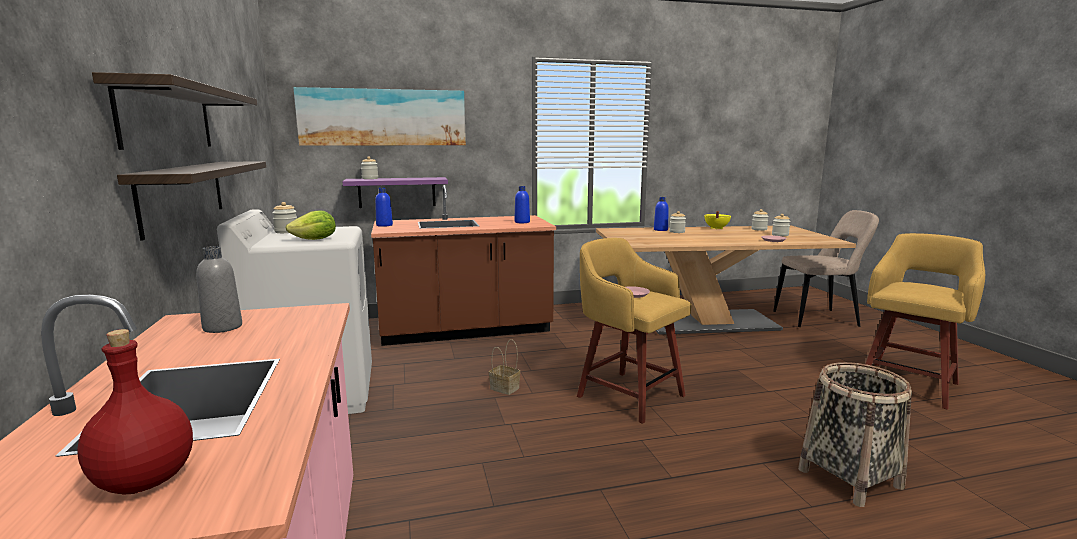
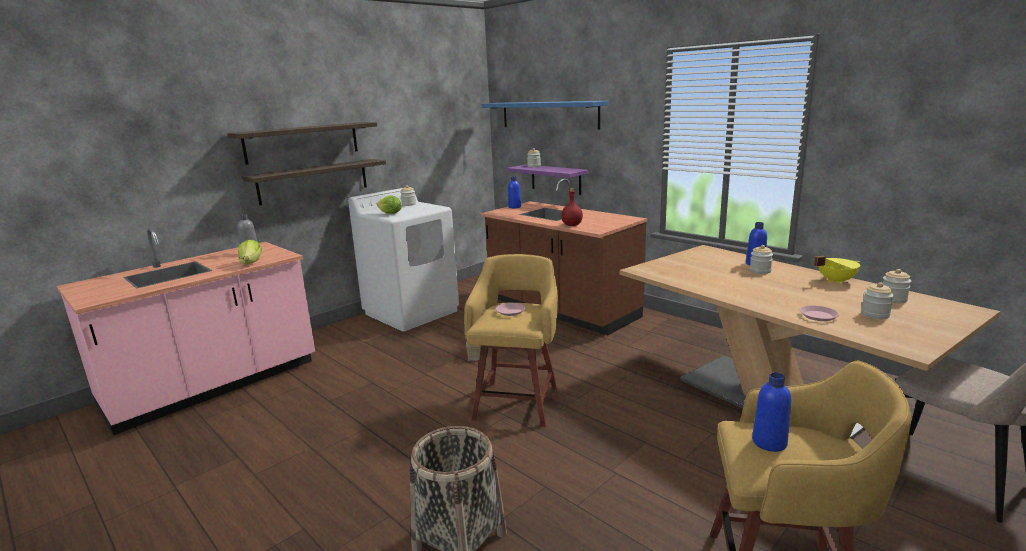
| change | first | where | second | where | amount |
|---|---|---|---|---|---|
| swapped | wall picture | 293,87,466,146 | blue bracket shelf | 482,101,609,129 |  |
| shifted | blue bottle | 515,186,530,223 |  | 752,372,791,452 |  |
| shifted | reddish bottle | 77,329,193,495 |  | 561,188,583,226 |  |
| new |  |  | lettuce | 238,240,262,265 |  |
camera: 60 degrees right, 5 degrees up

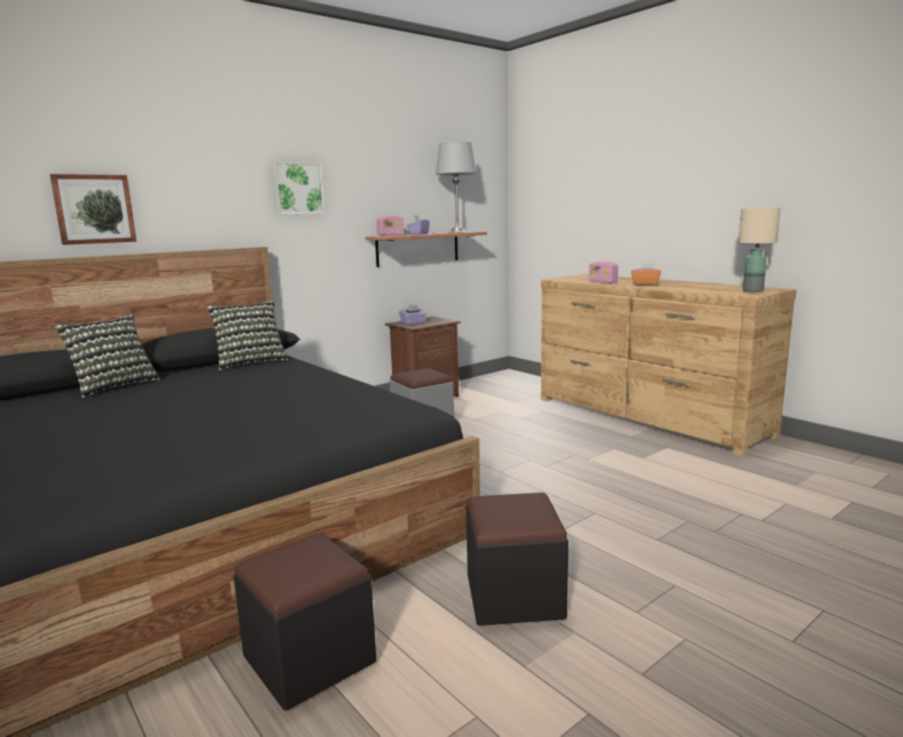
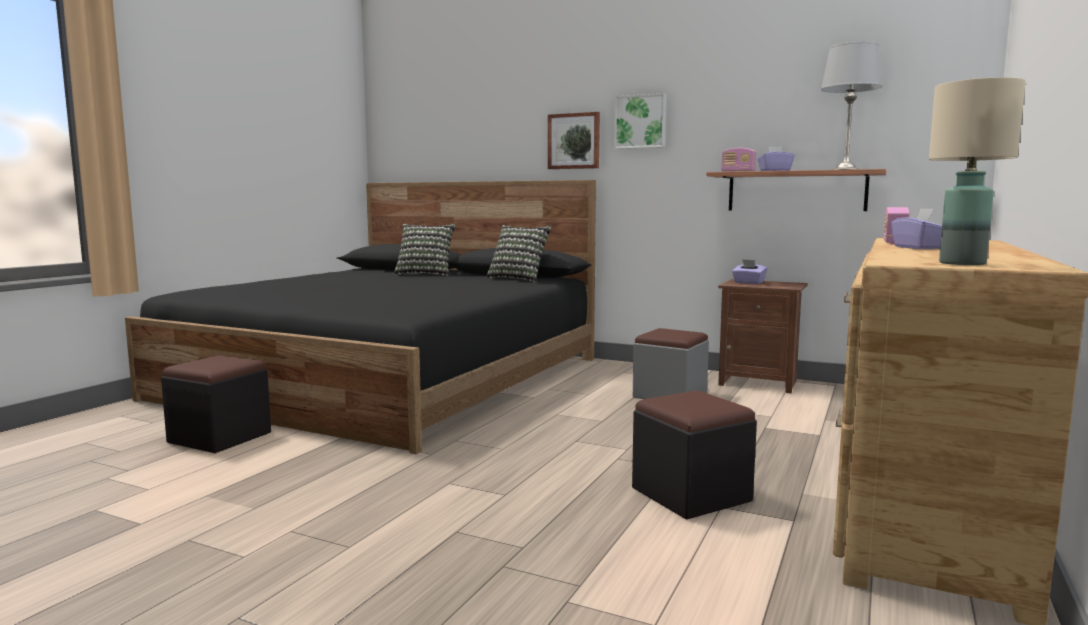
| change | first | where | second | where | amount |
|---|---|---|---|---|---|
| shifted | wall picture | 50,174,137,245 |  | 548,112,600,169 |  |
| repainted | orangey box of tissues | 631,262,661,285 | purplish box of tissues | 891,208,942,249 |  |
| shifted | black ottoman | 466,492,568,626 |  | 632,390,757,520 |  |
camera: 65 degrees right, 5 degrees down

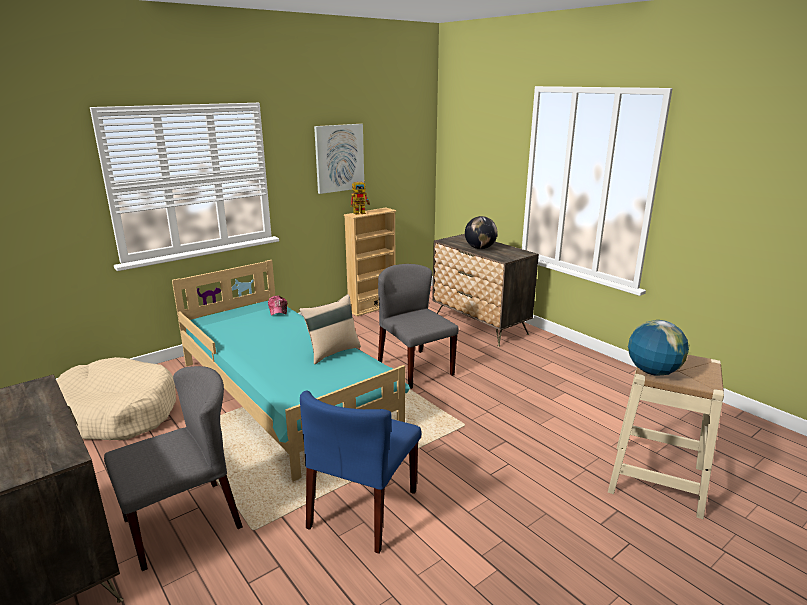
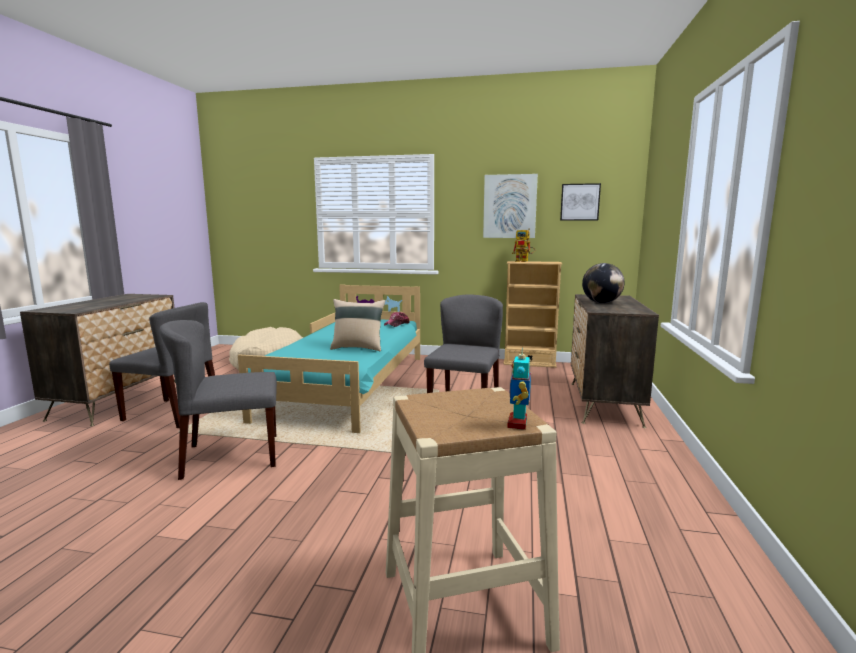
| change | first | where | second | where | amount |
|---|---|---|---|---|---|
| gone | globe | 628,320,689,376 |  |  |  |
| repainted | blue chair | 300,391,422,554 | greyish chair | 159,320,277,480 |  |
| new |  |  | wall picture | 560,183,601,221 |  |
| new |  |  | toy robot | 507,346,531,430 |  |
camera: 50 degrees right, 10 degrees down

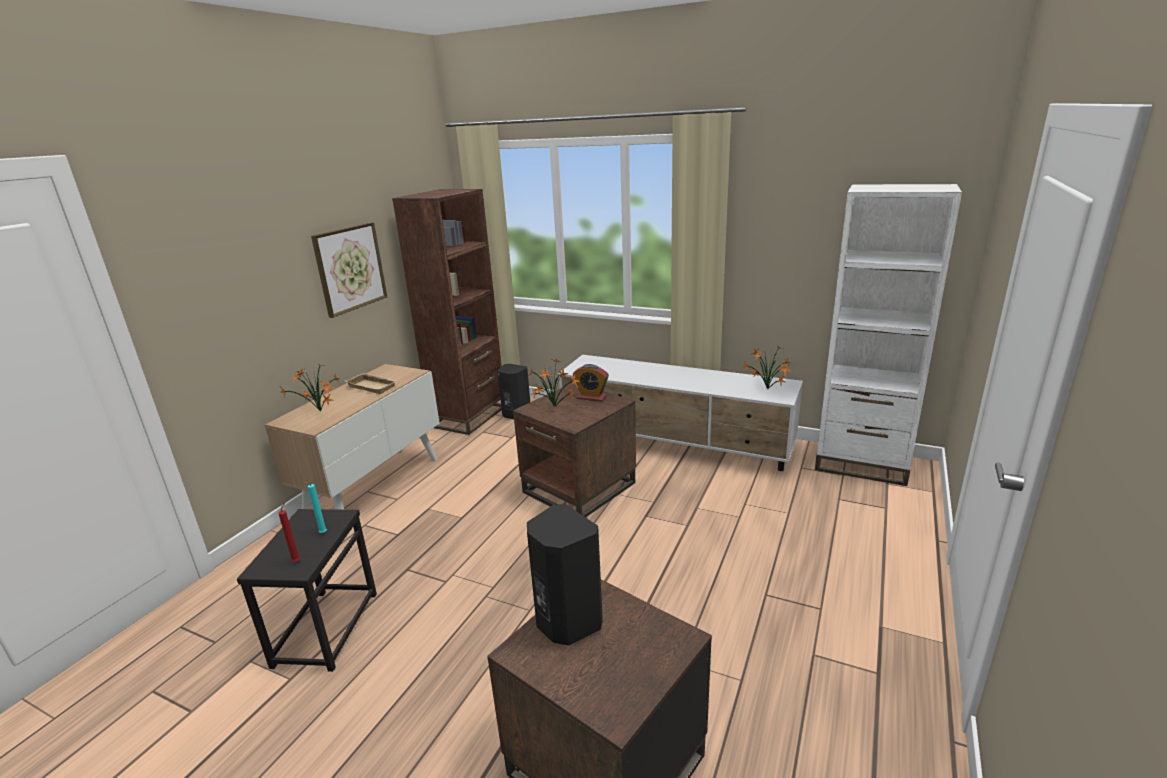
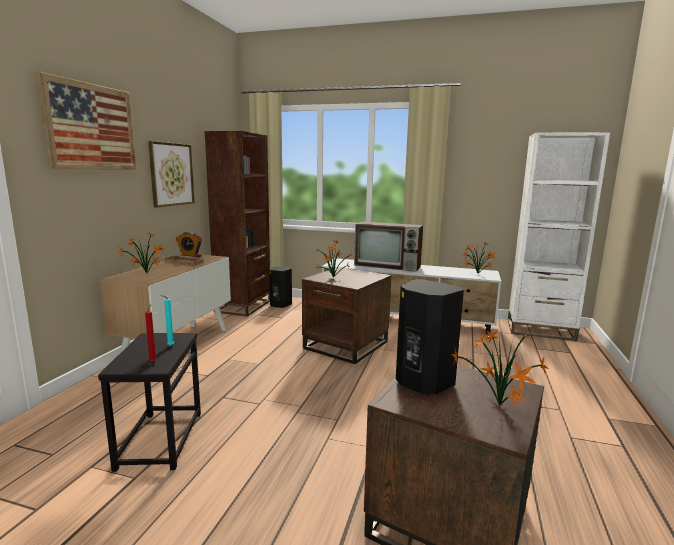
| change | first | where | second | where | amount |
|---|---|---|---|---|---|
| shifted | table clock | 573,364,609,402 |  | 176,232,202,258 |  |
| new |  |  | wall picture | 36,71,137,170 |  |
| new |  |  | TV | 354,221,423,272 |  |
| new |  |  | houseplant | 451,330,549,406 |  |
camera: 10 degrees left, 10 degrees down

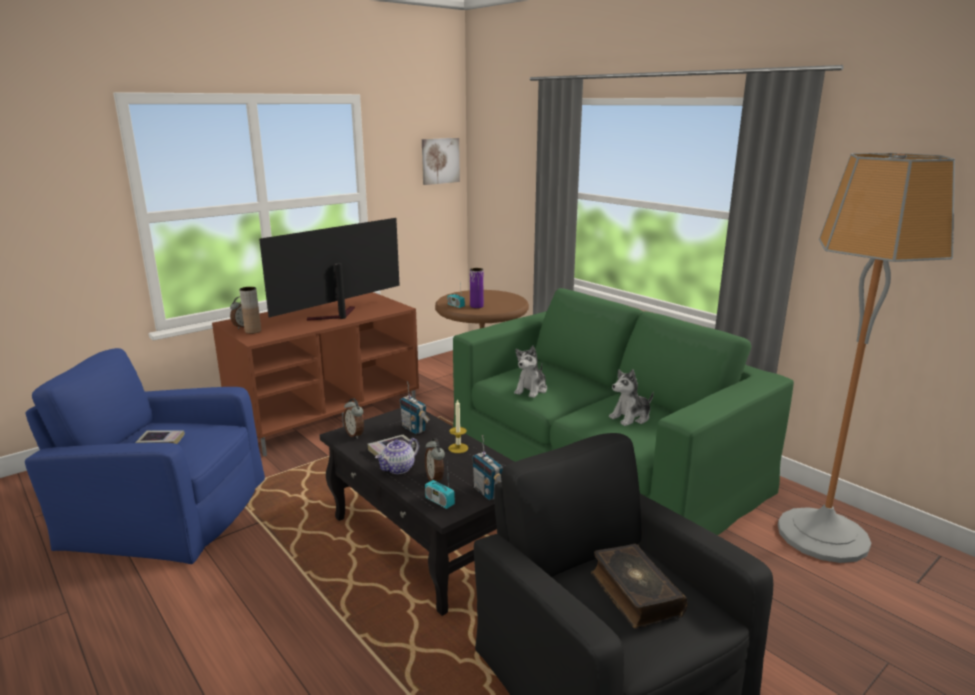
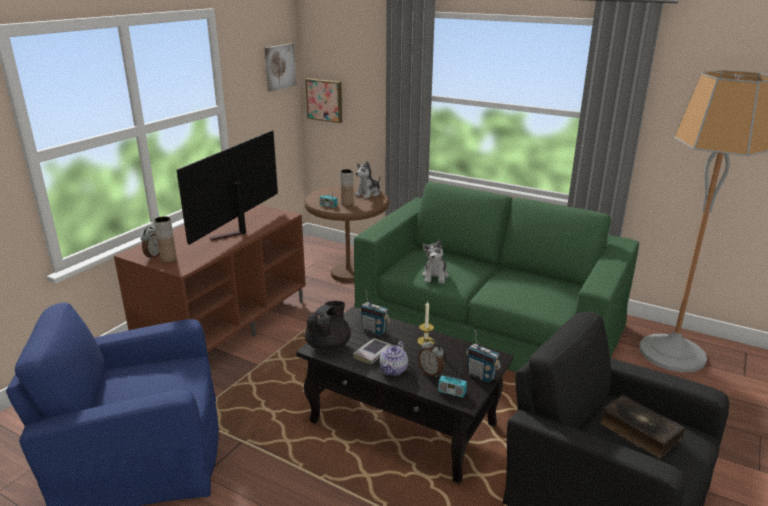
| change | first | where | second | where | amount |
|---|---|---|---|---|---|
| repainted | purplish decorative vase | 470,268,484,308 | brown-coloured decorative vase | 340,169,354,206 |  |
| shifted | plush toy | 609,369,653,426 |  | 355,161,380,199 |  |
| swapped | table clock | 343,398,364,439 | black teapot | 305,301,351,351 |  |
| gone | volume | 135,431,185,444 |  |  |  |
| new |  |  | wall picture | 305,78,342,123 |  |
camera: 20 degrees left, 5 degrees up

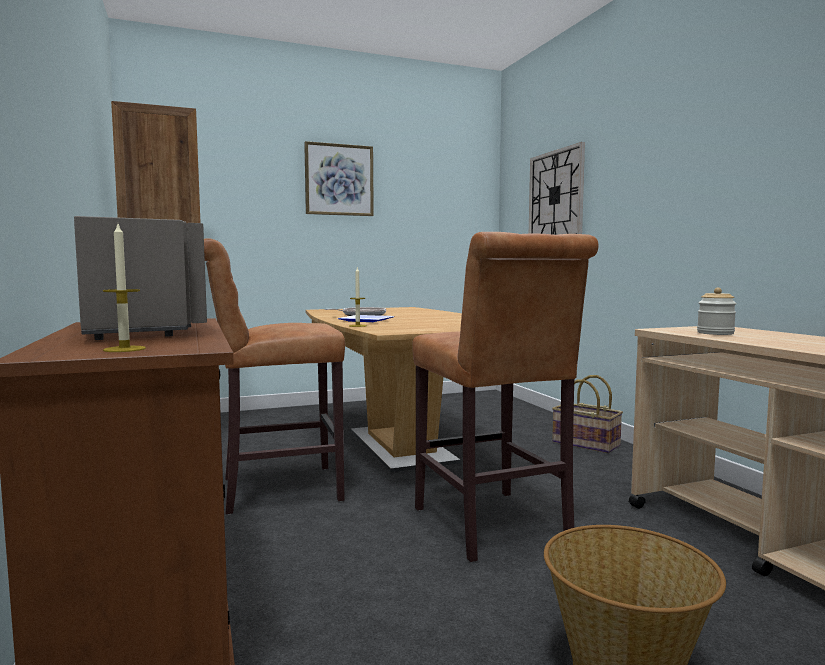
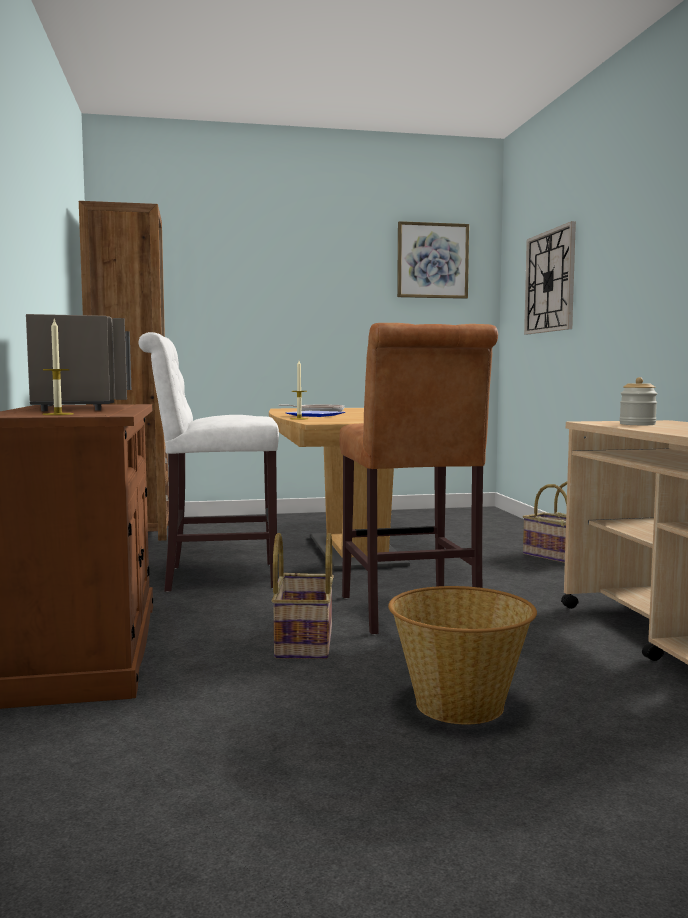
| change | first | where | second | where | amount |
|---|---|---|---|---|---|
| shifted | wall picture | 304,141,374,216 |  | 397,221,469,299 |  |
| repainted | brown-coloured stool | 204,238,345,515 | whitish stool | 139,332,279,592 |  |
| new |  |  | storage basket | 272,533,334,659 |  |
camera: 10 degrees right, 0 degrees up

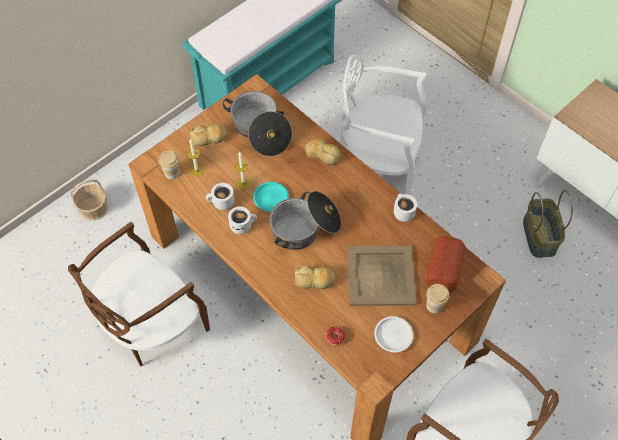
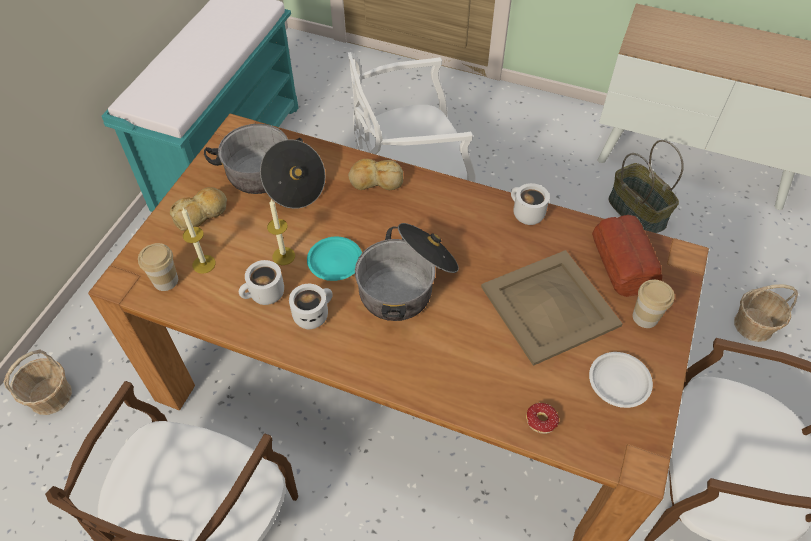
| change | first | where | second | where | amount |
|---|---|---|---|---|---|
| gone | bread | 295,265,335,289 |  |  |  |
| new |  |  | storage basket | 734,284,798,342 |  |
camera: 25 degrees left, 5 degrees down

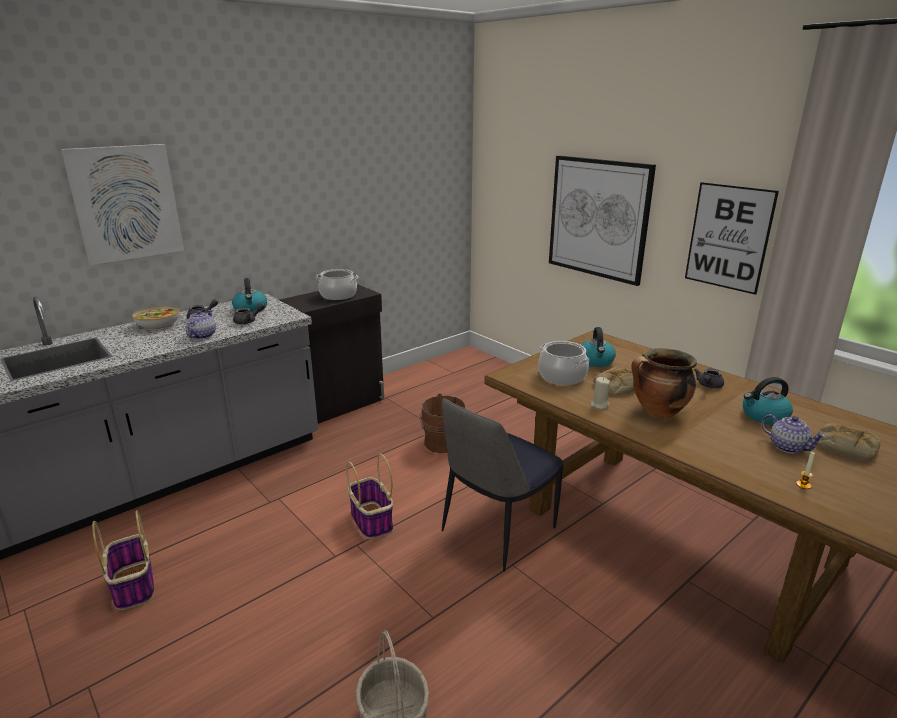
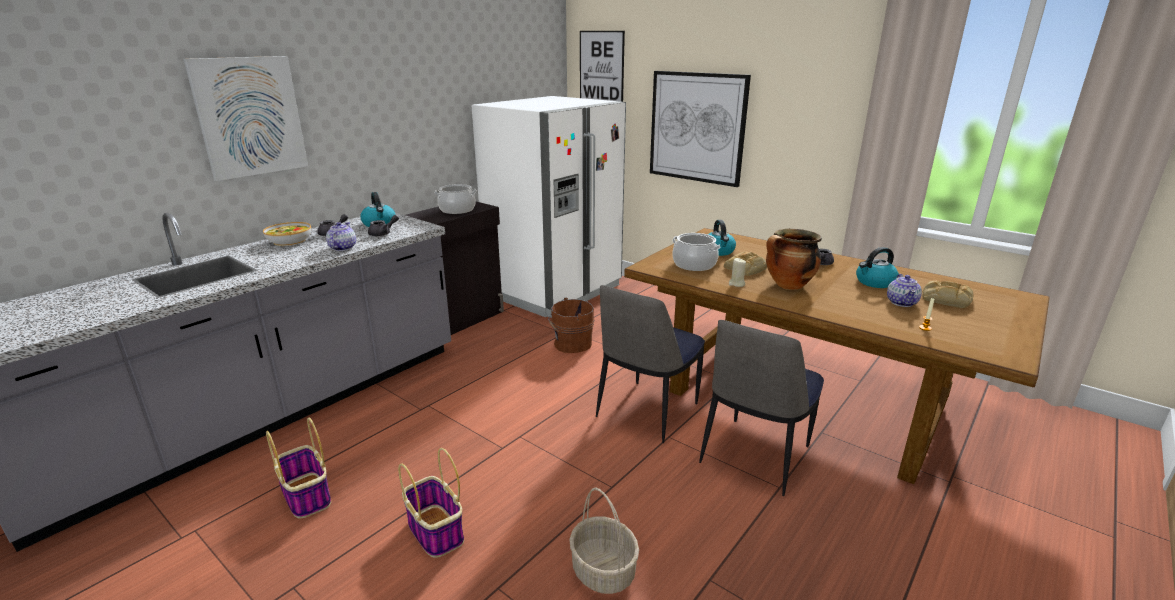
| change | first | where | second | where | amount |
|---|---|---|---|---|---|
| shifted | wall picture | 685,182,779,295 |  | 580,31,625,102 |  |
| rotated | teapot | 761,414,826,454 |  | 887,274,922,307 | 60 degrees clockwise |
| shifted | storage basket | 346,454,393,539 |  | 398,448,464,558 |  |
| new |  |  | whitish kitchen fridge | 471,96,626,318 |  |
| new |  |  | chair | 699,320,824,496 |  |
camera: 10 degrees left, 0 degrees up

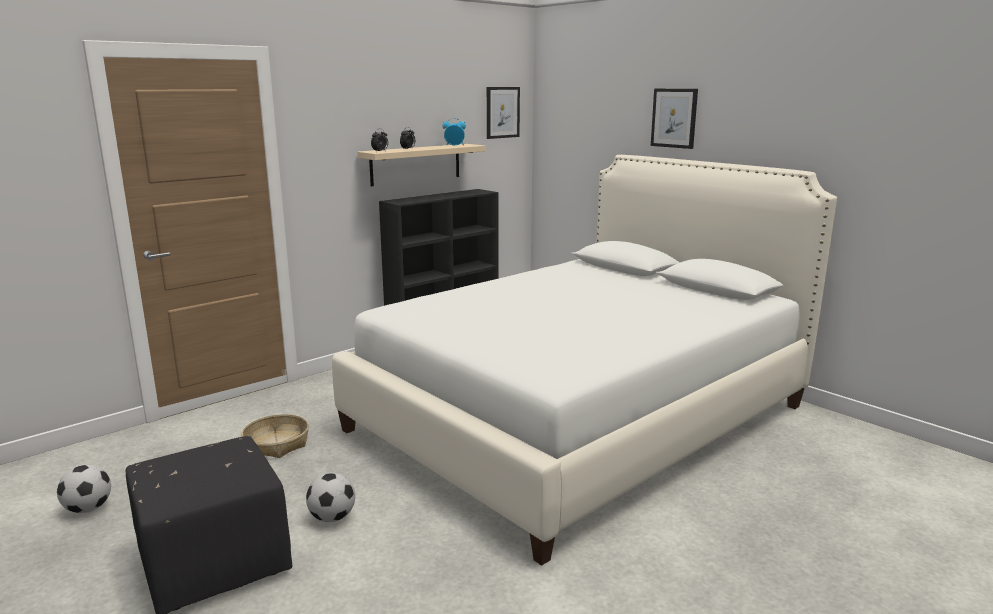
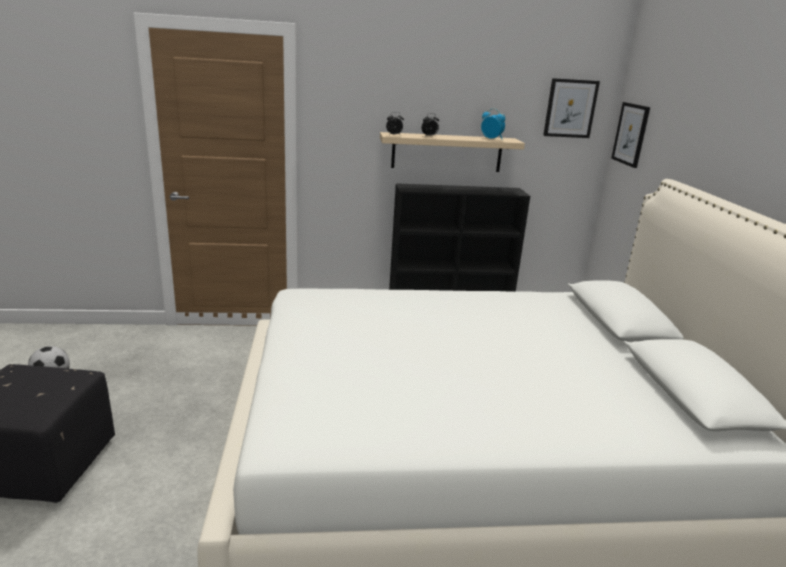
| change | first | where | second | where | amount |
|---|---|---|---|---|---|
| shifted | wall picture | 651,89,698,149 |  | 611,102,650,168 |  |
| gone | storage basket | 242,414,309,458 |  |  |  |
| gone | ball for football | 306,473,355,522 |  |  |  |
camera: 35 degrees right, 5 degrees up

